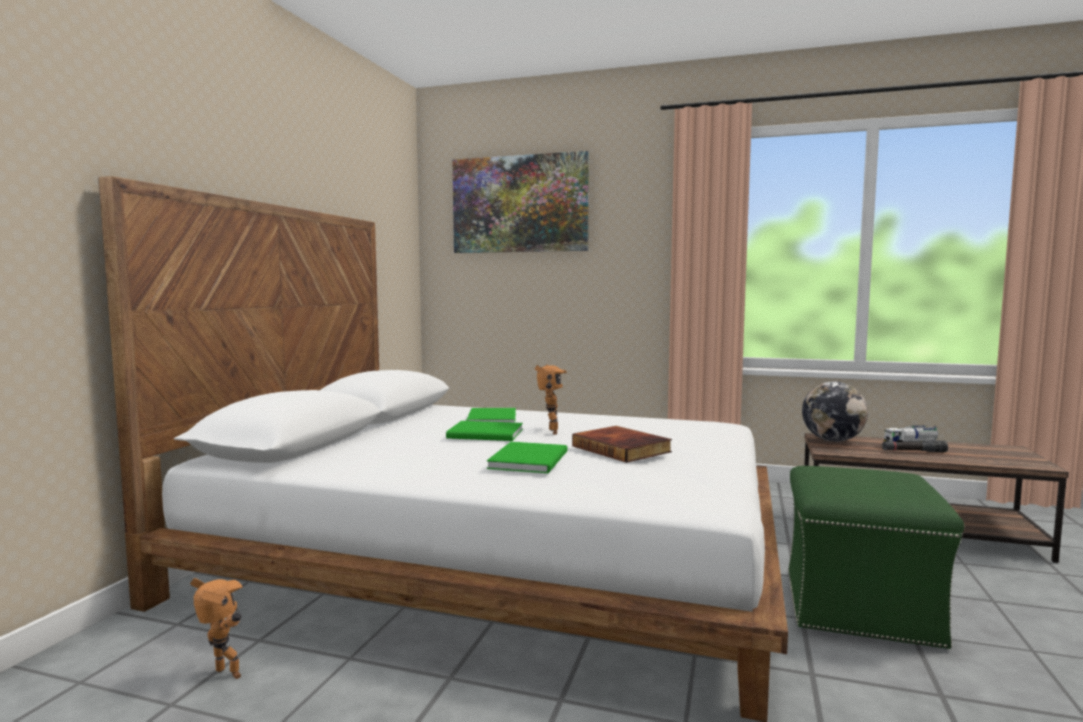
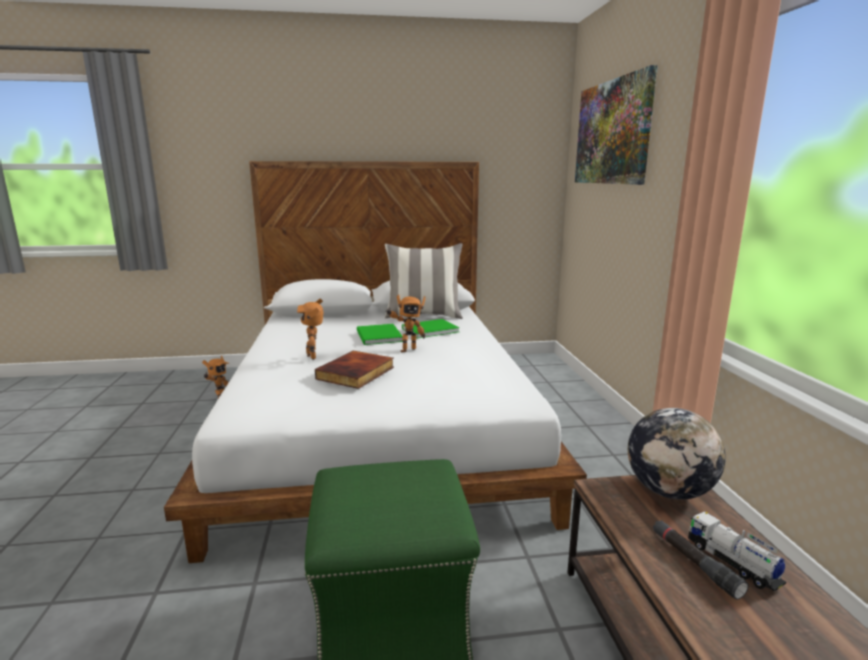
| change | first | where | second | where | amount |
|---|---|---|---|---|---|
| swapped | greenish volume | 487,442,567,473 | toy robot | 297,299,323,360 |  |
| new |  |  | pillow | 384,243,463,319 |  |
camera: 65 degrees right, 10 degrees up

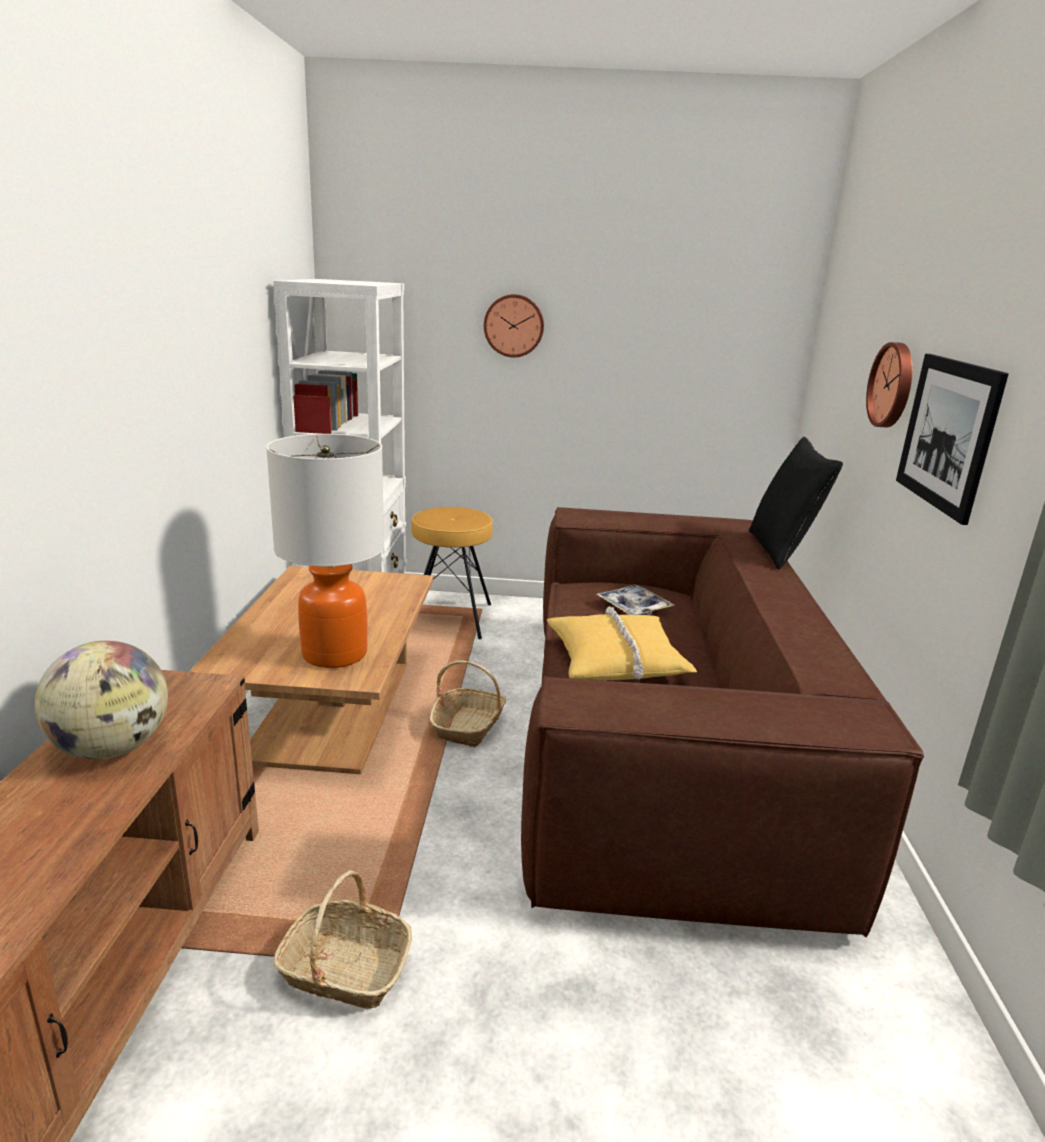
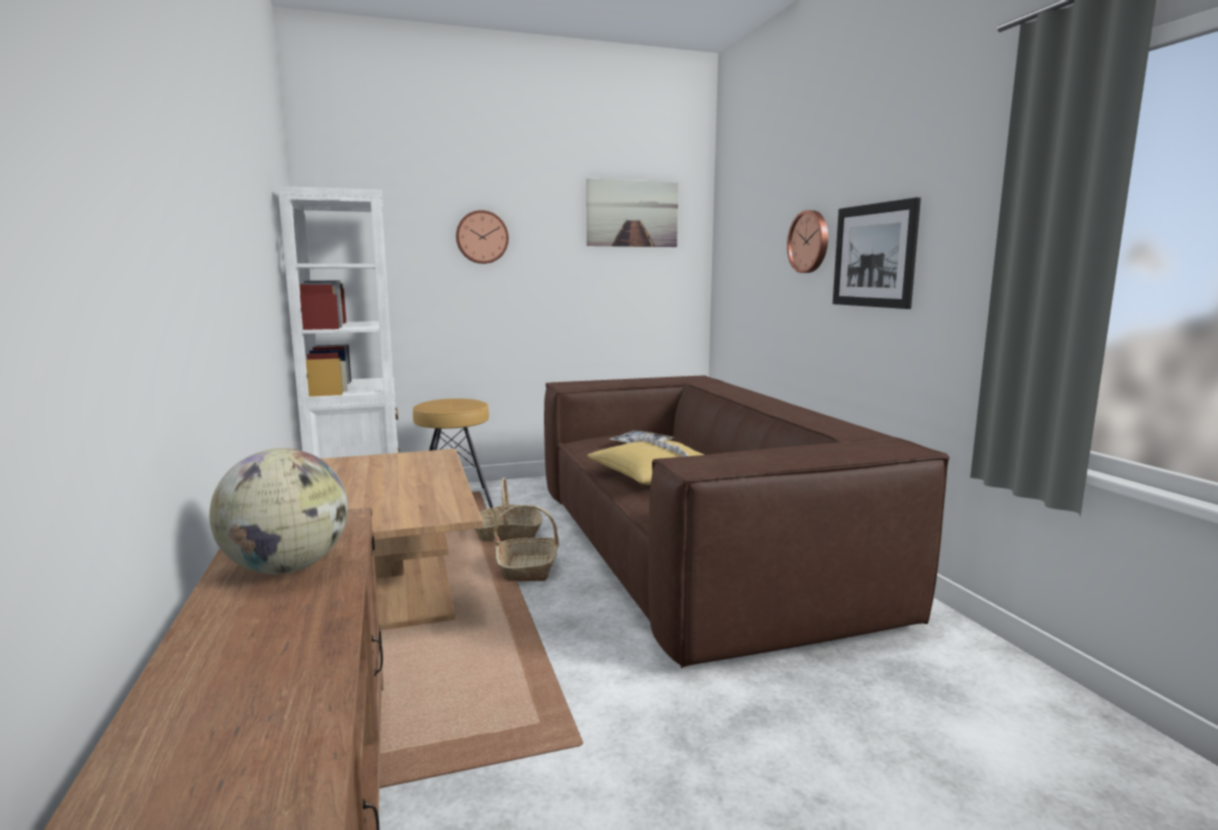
| change | first | where | second | where | amount |
|---|---|---|---|---|---|
| gone | lamp for a table | 266,434,384,668 |  |  |  |
| gone | black pillow | 749,437,843,570 |  |  |  |
| shifted | storage basket | 273,870,412,1009 |  | 475,478,542,541 |  |
| new |  |  | wall picture | 586,178,678,247 |  |
camera: 20 degrees left, 10 degrees down

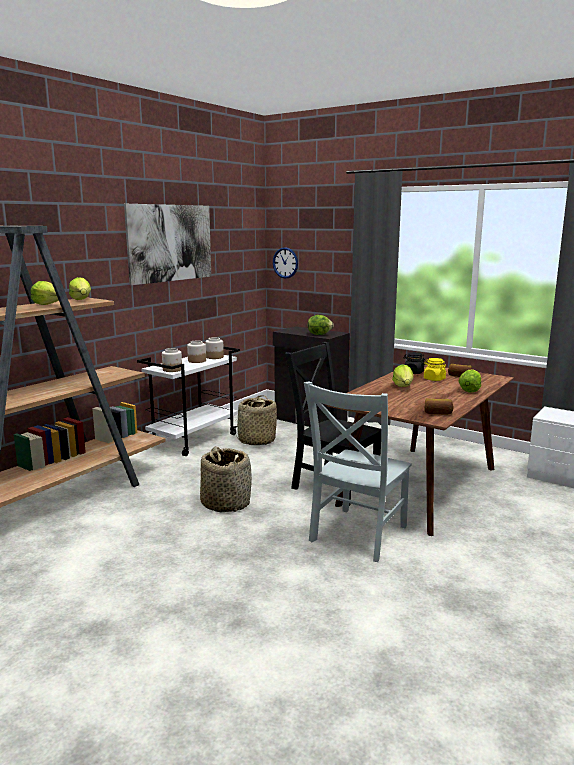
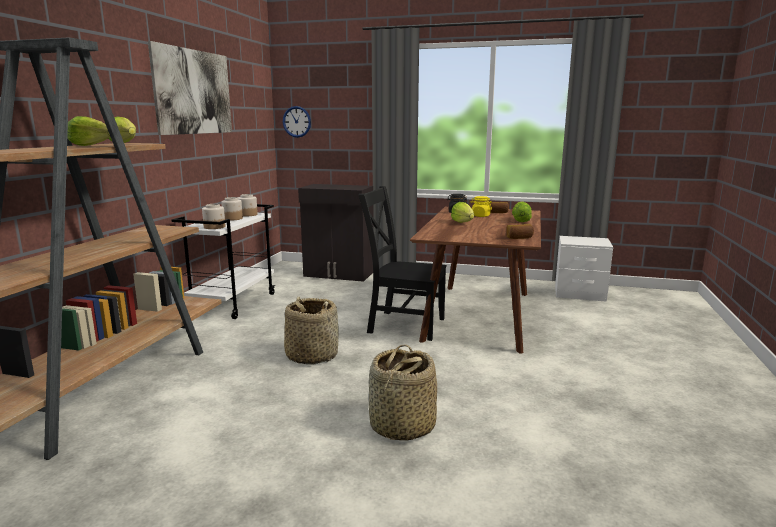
| change | first | where | second | where | amount |
|---|---|---|---|---|---|
| gone | lettuce | 307,315,334,335 |  |  |  |
| gone | greyish chair | 304,381,412,562 |  |  |  |
| shifted | storage basket | 236,395,277,445 |  | 369,344,437,441 |  |
camera: 20 degrees left, 0 degrees up

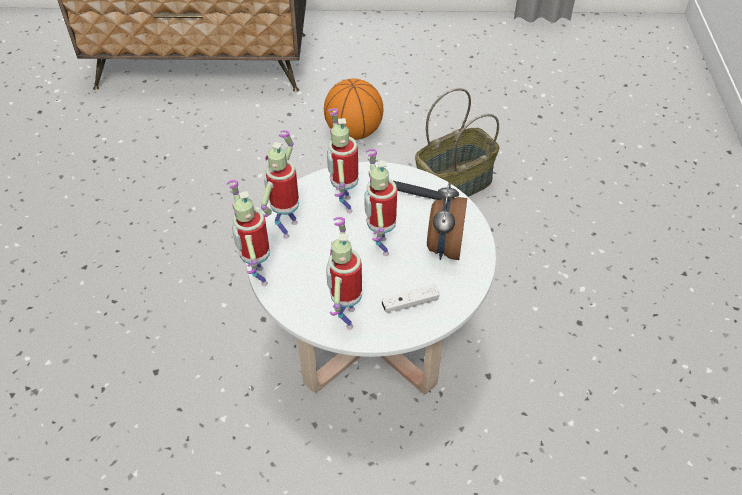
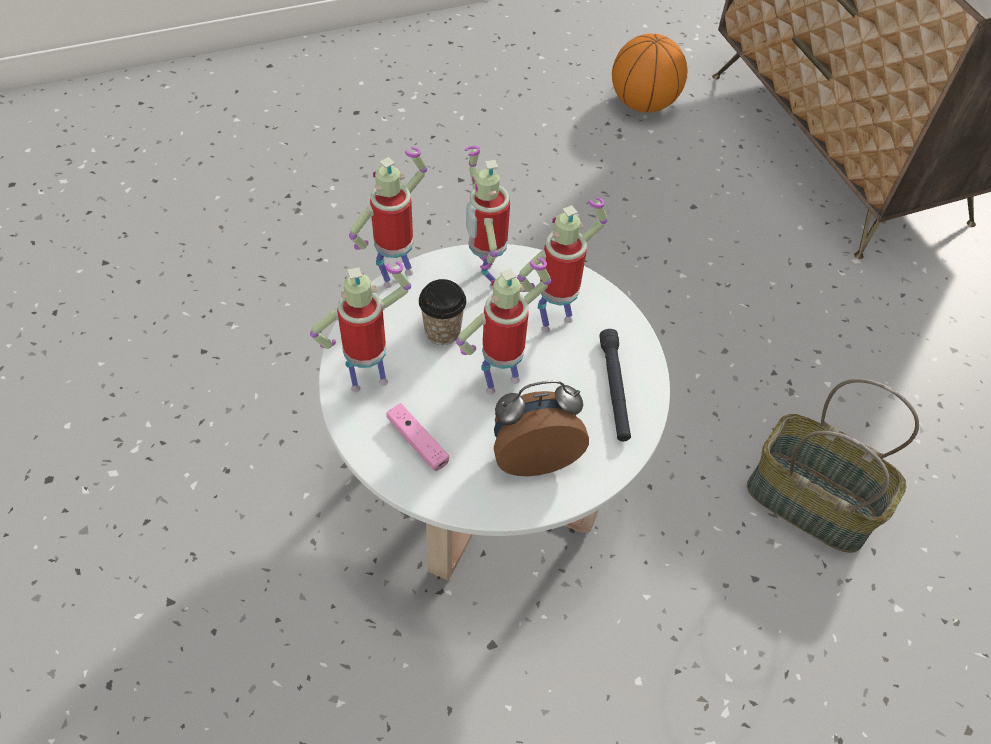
| change | first | where | second | where | amount |
|---|---|---|---|---|---|
| shifted | basketball ball | 324,79,383,140 |  | 612,34,687,112 |  |
| rotated | toy robot | 261,130,299,239 |  | 465,146,510,289 | 105 degrees counterclockwise |
| repainted | whitish gamepad | 382,285,440,313 | pink gamepad | 387,403,449,471 |  |
| new |  |  | cup | 419,279,466,345 |  |
camera: 65 degrees right, 5 degrees up

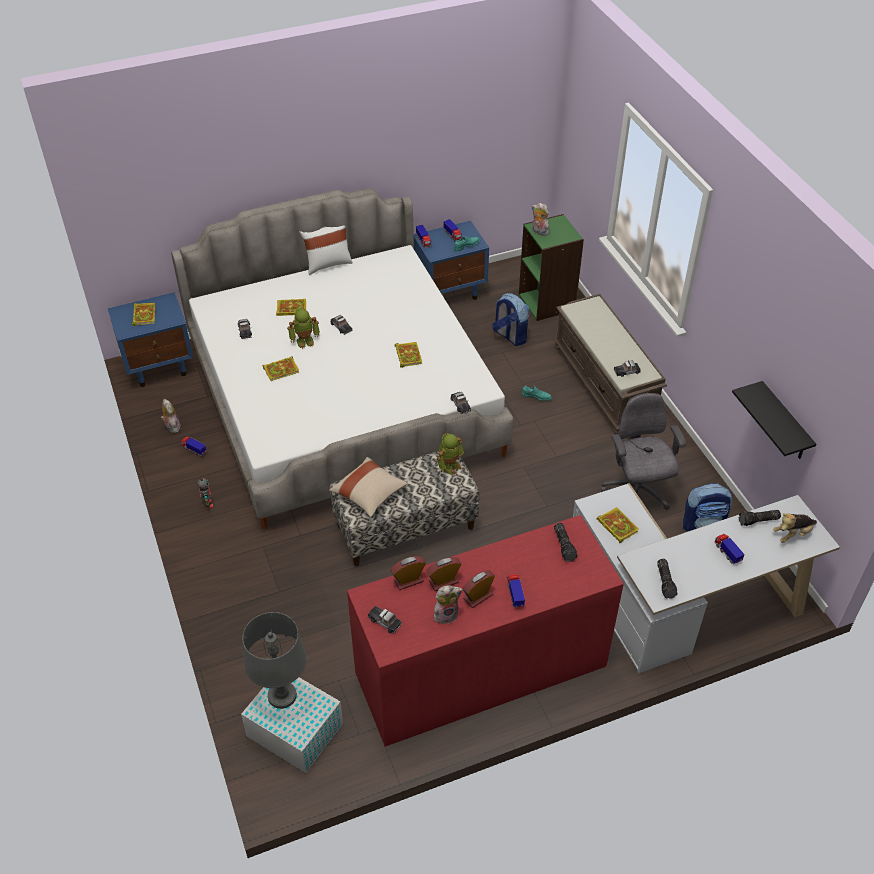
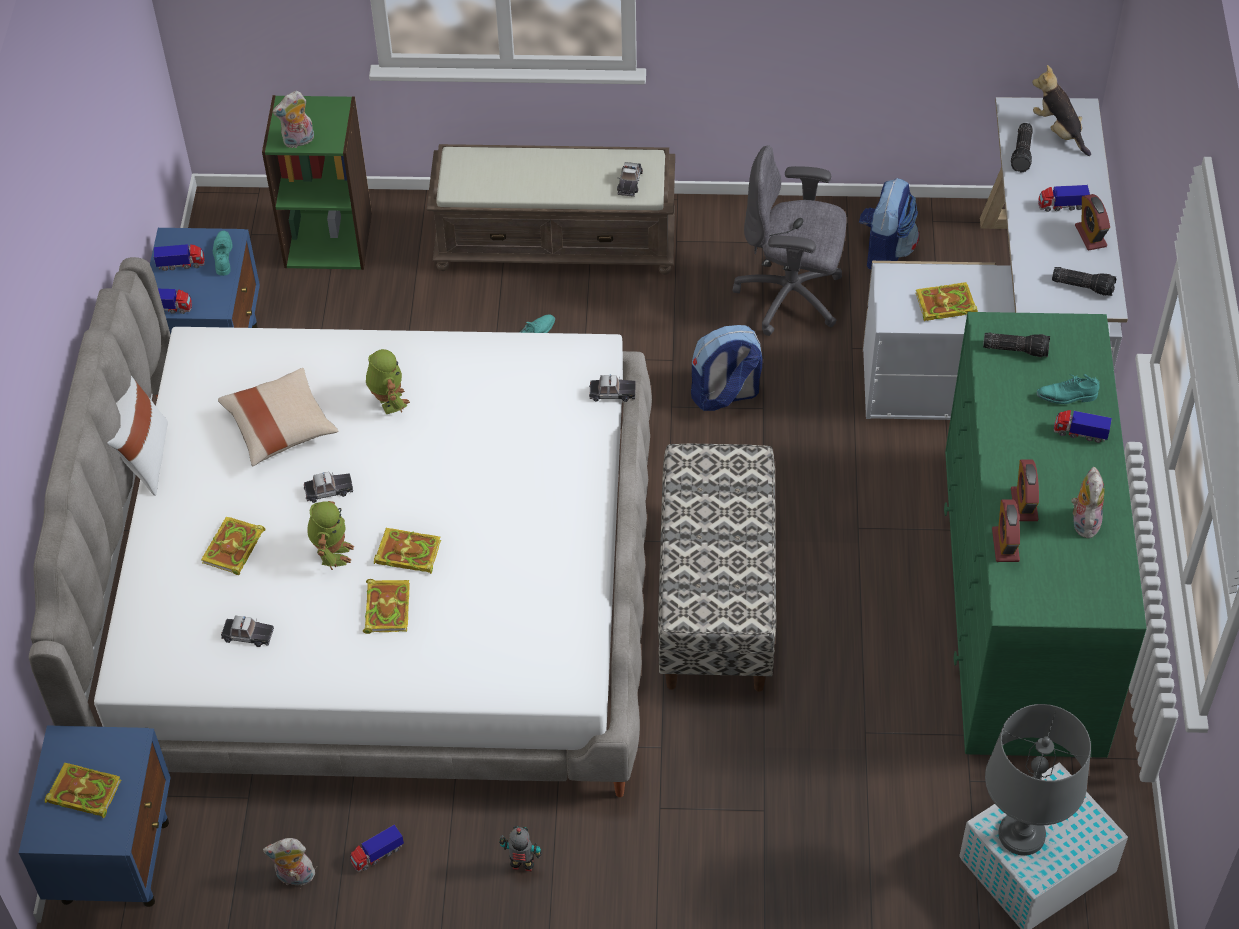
| change | first | where | second | where | amount |
|---|---|---|---|---|---|
| shifted | knapsack | 492,293,529,346 |  | 691,325,763,411 |  |
| shifted | volume | 395,342,422,368 |  | 374,528,441,574 |  |
| gone | black bracket shelf | 732,381,816,459 |  |  |  |
| shifted | toy robot | 437,433,464,475 |  | 366,349,410,414 |  |
| shifted | beige pillow | 329,457,408,517 |  | 218,368,338,466 |  |
| rotated | plush toy | 773,513,817,543 |  | 1032,65,1091,156 | 150 degrees clockwise |
| repainted | reddish dresser | 347,515,624,747 | greenish dresser | 944,312,1147,758 |  |
| shifted | table clock | 463,570,495,608 |  | 1075,194,1110,251 |  |
| gone | miniature car | 368,606,402,633 |  |  |  |
| new |  |  | blue-green low shoe | 1037,374,1100,404 |  |
camera: 65 degrees left, 5 degrees up

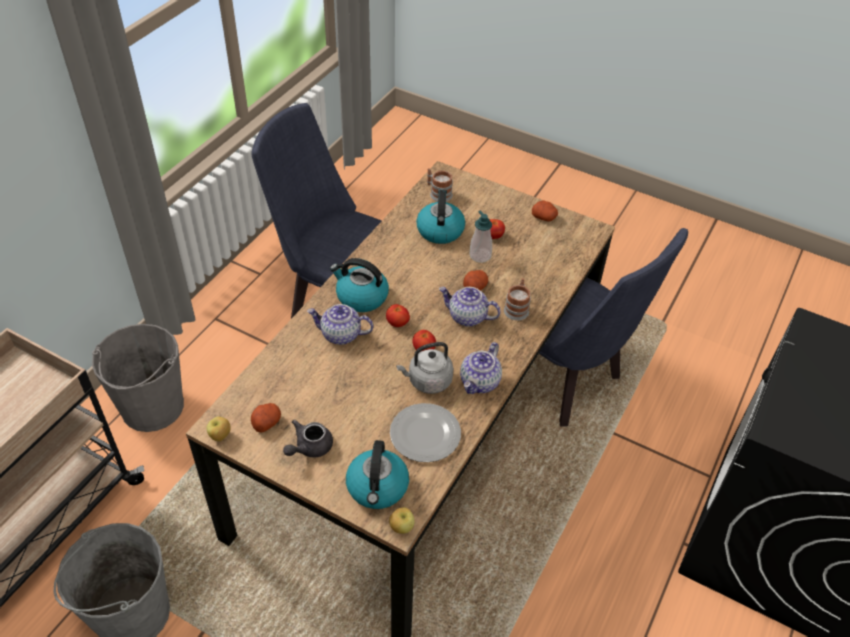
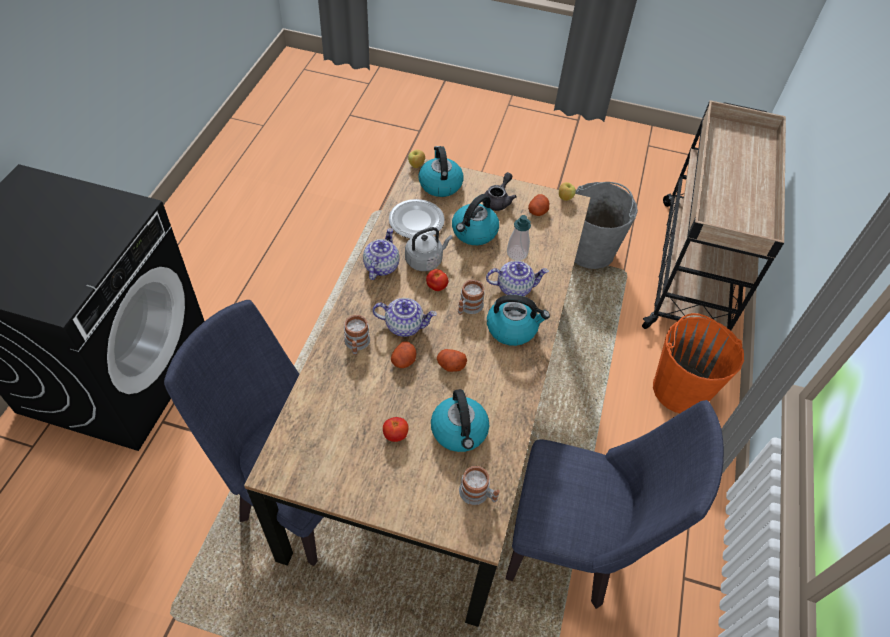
| change | first | where | second | where | amount |
|---|---|---|---|---|---|
| shifted | spud | 532,201,558,221 |  | 437,349,467,372 |  |
| shifted | liquid soap bottle | 469,210,492,263 |  | 507,215,531,260 |  |
| swapped | tomato | 386,304,410,327 | mug | 458,280,485,315 |  |
| repainted | greyish water bucket | 92,324,184,432 | orangey water bucket | 653,313,744,413 |  |
| new |  |  | water kettle | 452,194,499,245 |  |
camera: 165 degrees right, 5 degrees up

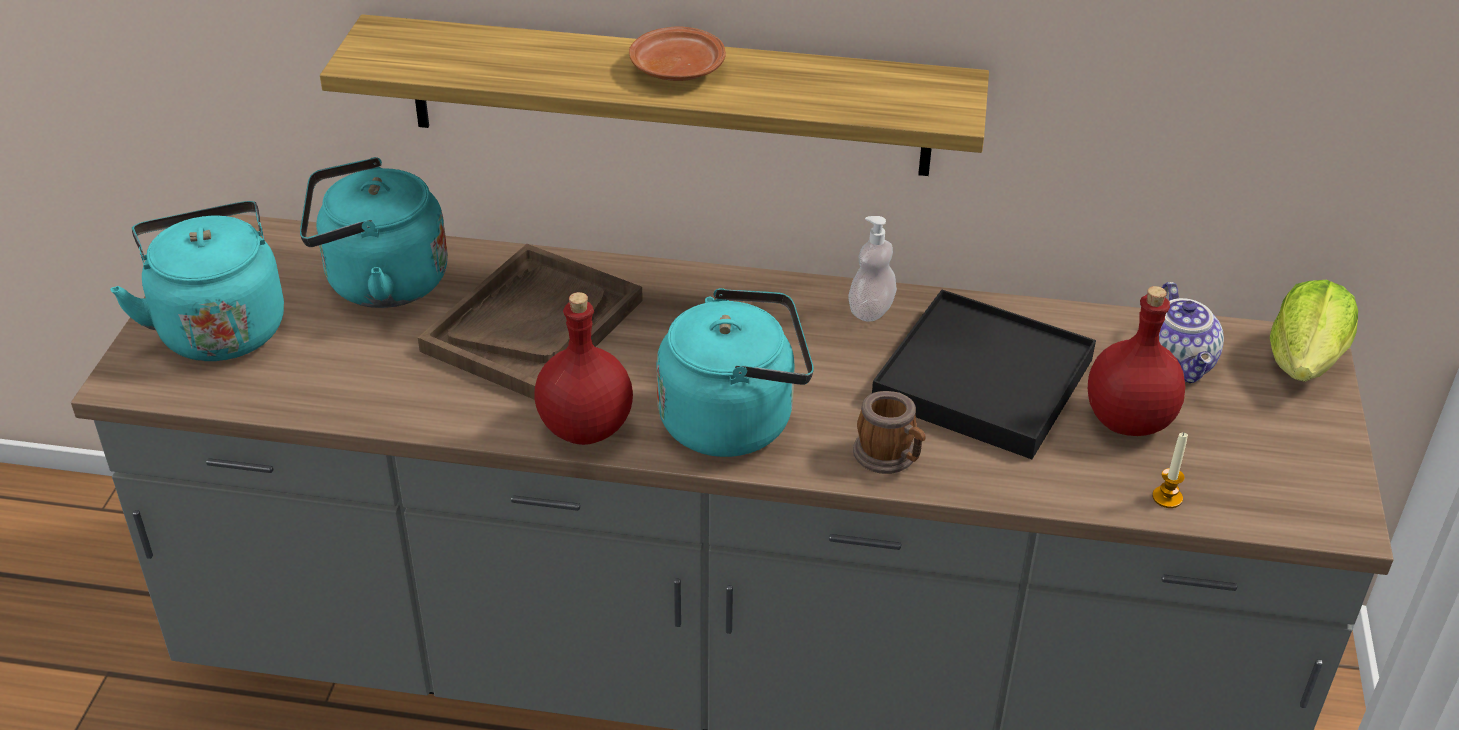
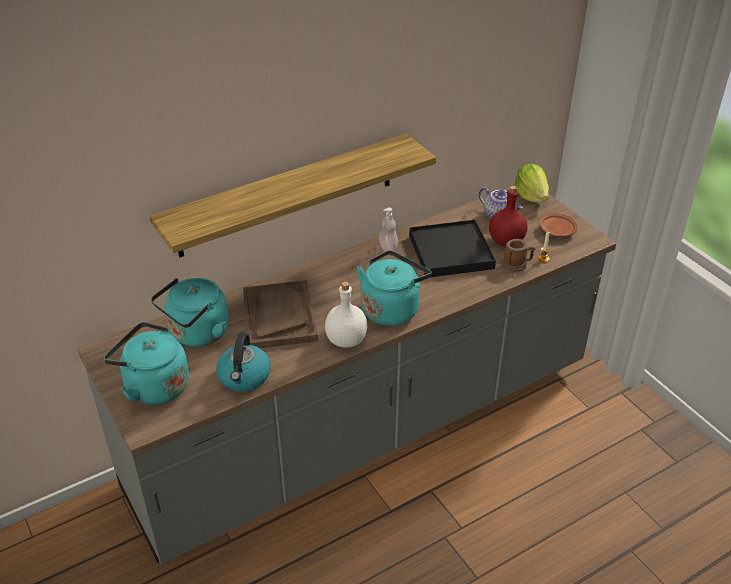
| change | first | where | second | where | amount |
|---|---|---|---|---|---|
| shifted | brown-coloured plate | 629,26,726,81 |  | 539,213,578,237 |  |
| repainted | reddish bottle | 534,292,633,445 | whitish bottle | 325,281,367,348 |  |
| shifted | mug | 853,391,926,474 |  | 502,239,535,272 |  |
| new |  |  | water kettle | 216,332,271,392 |  |
camera: 40 degrees left, 0 degrees up

